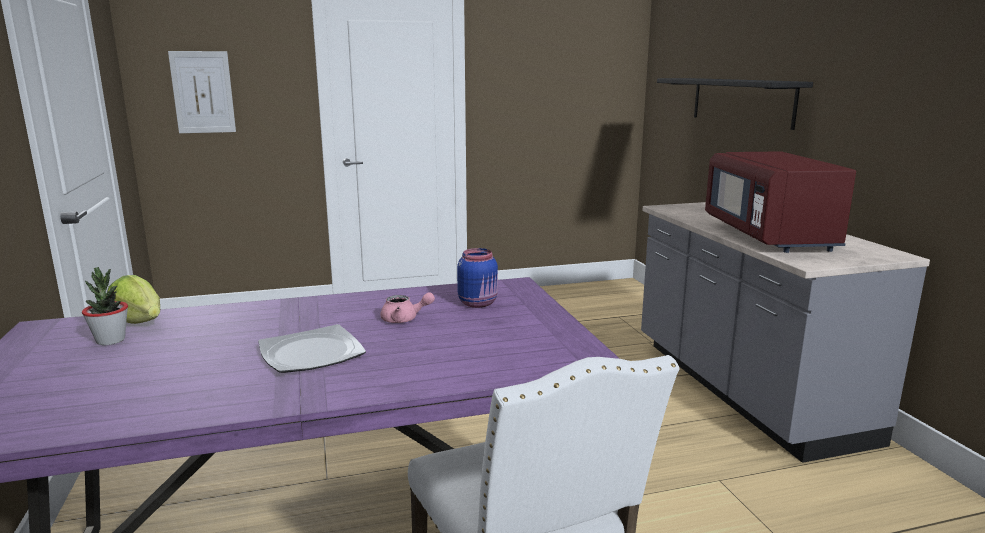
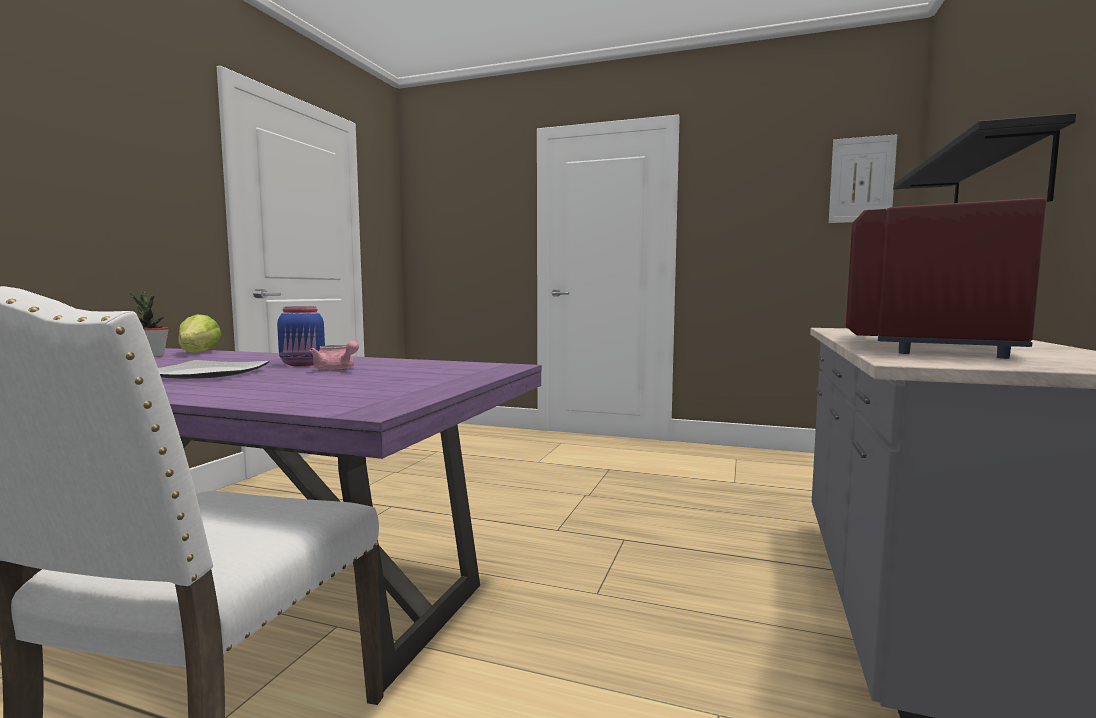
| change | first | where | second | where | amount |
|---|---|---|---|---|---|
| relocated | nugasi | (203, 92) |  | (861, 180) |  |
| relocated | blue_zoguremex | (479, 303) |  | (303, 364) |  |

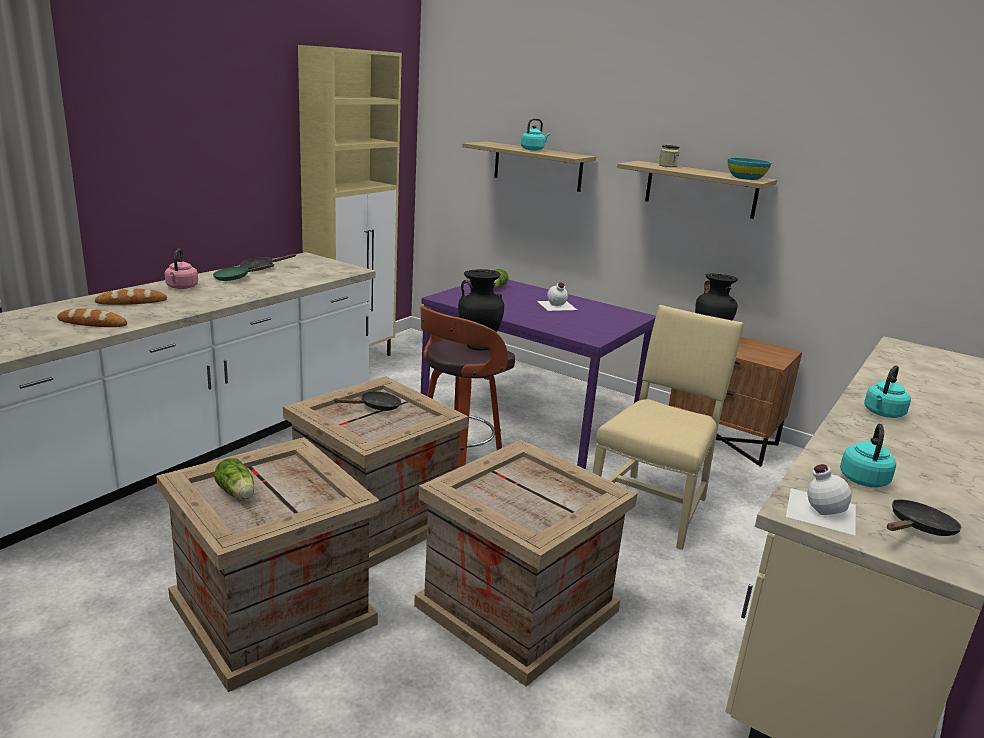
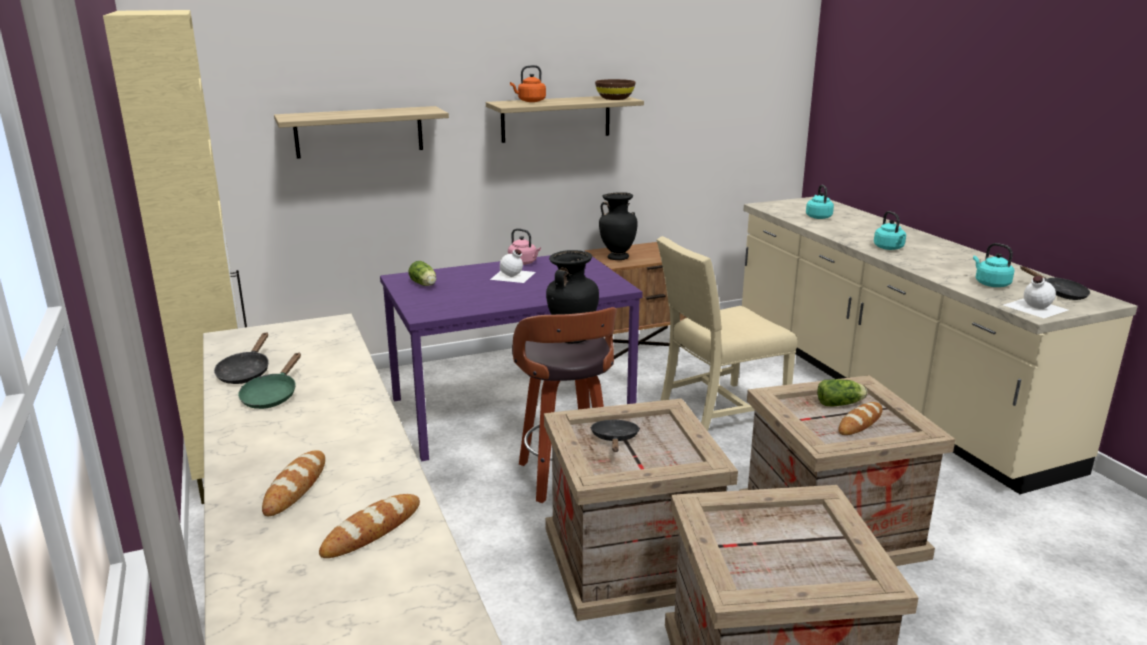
| change | first | where | second | where | amount |
|---|---|---|---|---|---|
| relocated | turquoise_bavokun | (533, 149) |  | (818, 217) |  |
| exchanged | zoguremex | (667, 166) | orange_bavokun | (530, 101) |  |
| colour | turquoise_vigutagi | (746, 178) | brown_vigutagi | (615, 98) |  |
| relocated | pink_bavokun | (181, 287) |  | (524, 263) |  |
| spun | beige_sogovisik | (652, 506) |  | (717, 411) | 90 degrees counterclockwise |
| relocated | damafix | (237, 493) |  | (841, 404) |  |
| spun | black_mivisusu | (918, 528) |  | (1060, 293) | 150 degrees clockwise |
| appeared |  |  | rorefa | (860, 422) |  |

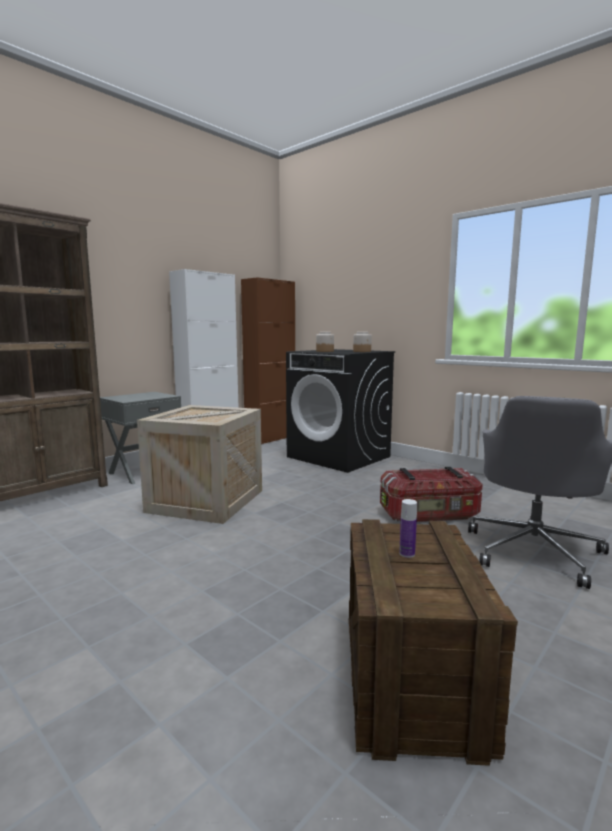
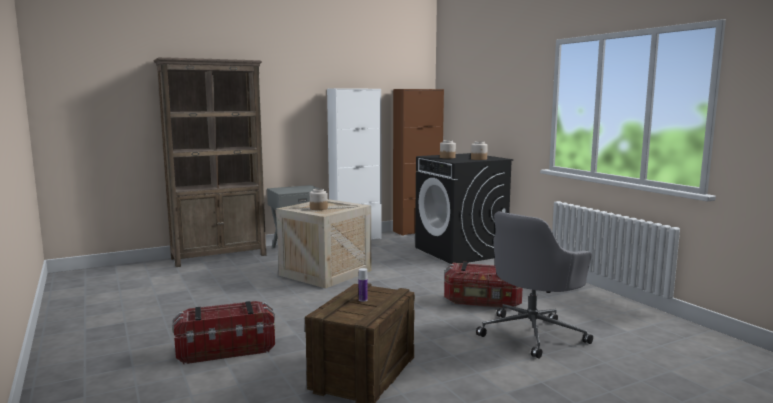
| change | first | where | second | where | amount |
|---|---|---|---|---|---|
| appeared |  |  | zoguremex | (318, 208) |  |
| appeared |  |  | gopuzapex | (225, 349) |  |

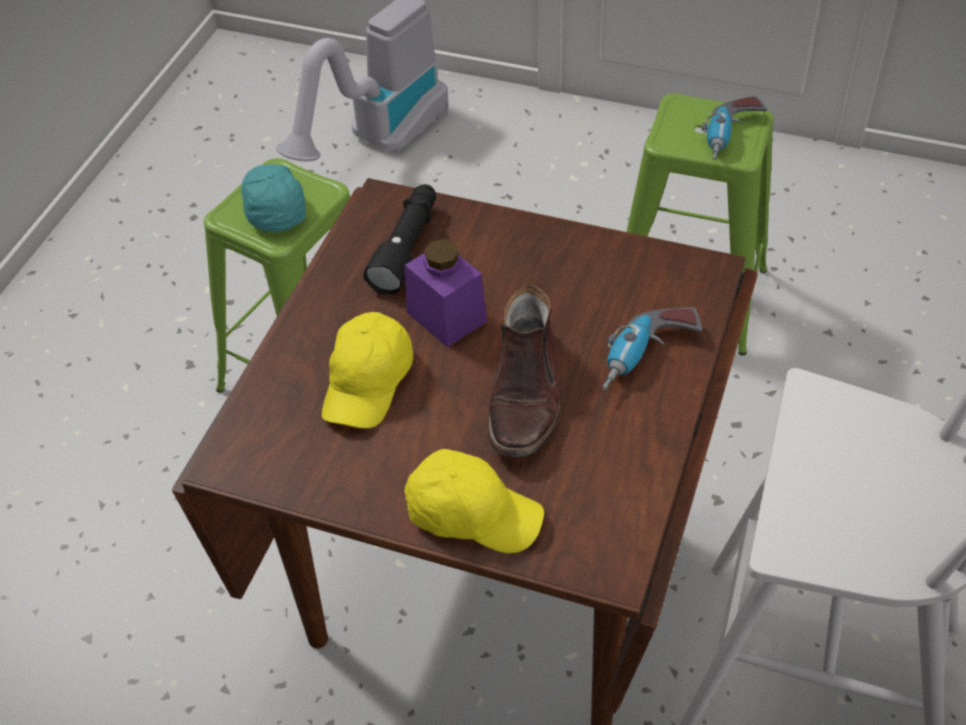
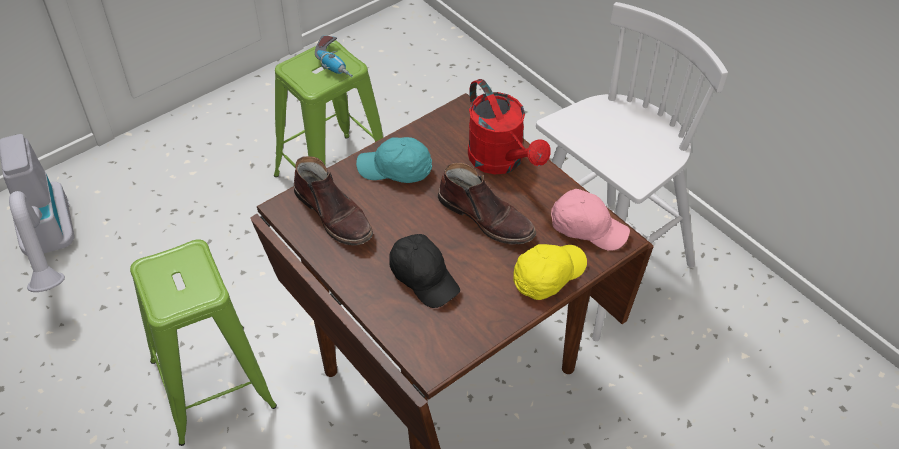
| change | first | where | second | where | amount |
|---|---|---|---|---|---|
| relocated | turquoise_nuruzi | (272, 206) |  | (395, 170) |  |
| exchanged | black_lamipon | (407, 248) | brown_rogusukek | (335, 215) |  |
| missing | purple_zoguremex | (446, 316) |  |  |  |
| exchanged | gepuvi | (646, 359) | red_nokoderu | (502, 161) |  |
| colour | yellow_nuruzi | (369, 383) | black_nuruzi | (424, 277) |  |
| appeared |  |  | pink_nuruzi | (587, 228) |  |

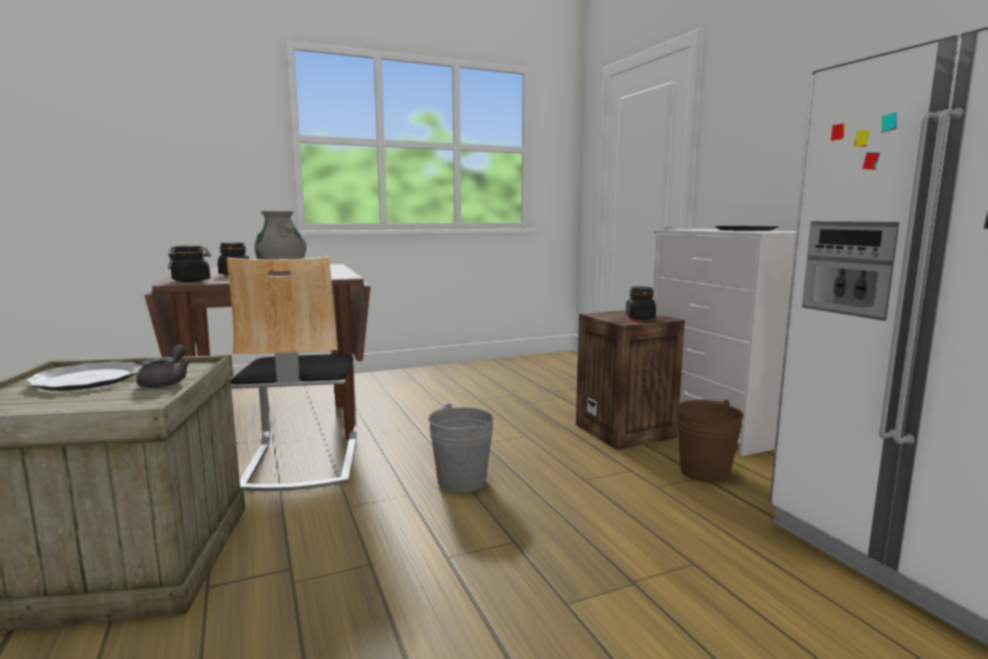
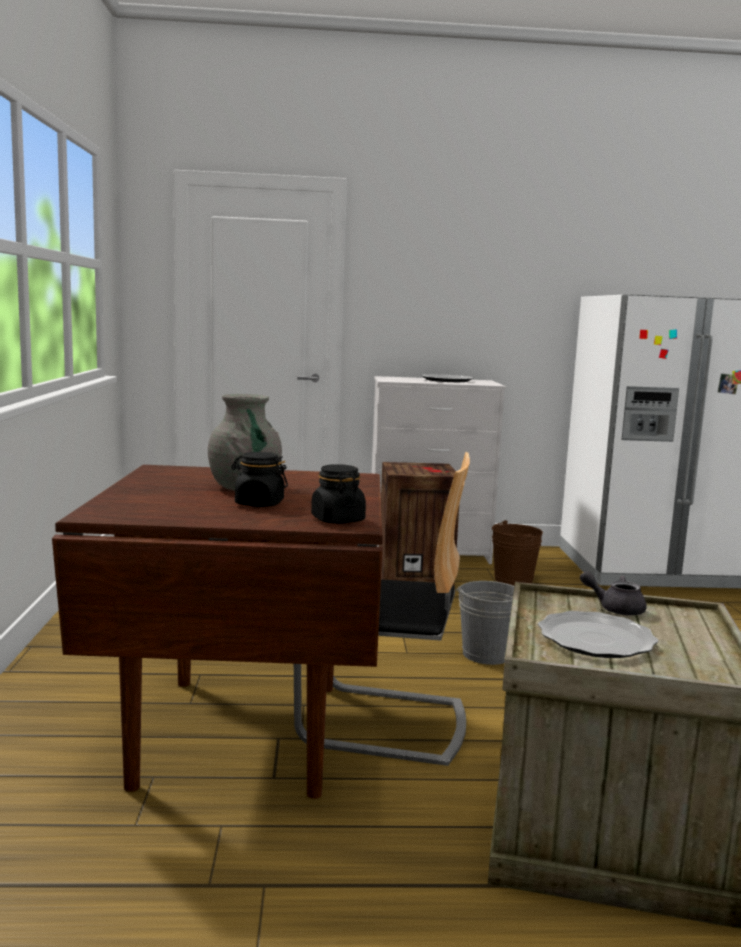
| change | first | where | second | where | amount |
|---|---|---|---|---|---|
| missing | black_zoguremex | (640, 317) |  |  |  |

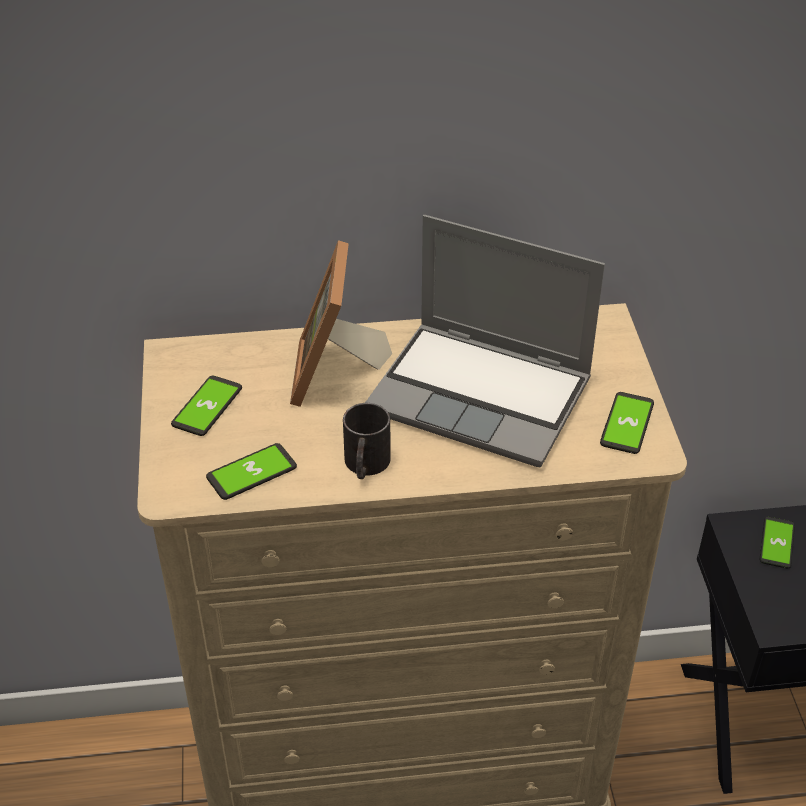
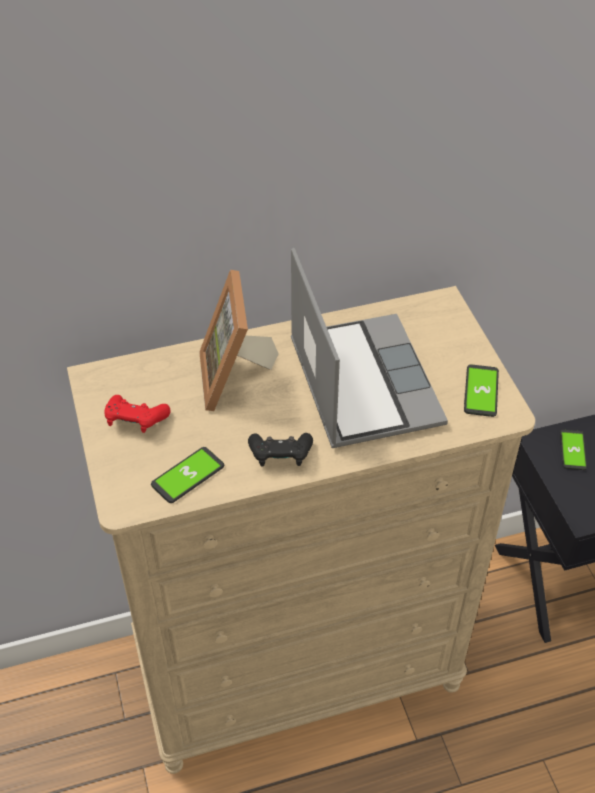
| change | first | where | second | where | amount |
|---|---|---|---|---|---|
| spun | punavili | (483, 395) |  | (361, 381) | 120 degrees counterclockwise |
| exchanged | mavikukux | (207, 407) | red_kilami | (136, 421) |  |
| exchanged | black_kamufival | (365, 466) | black_kilami | (280, 456) |  |

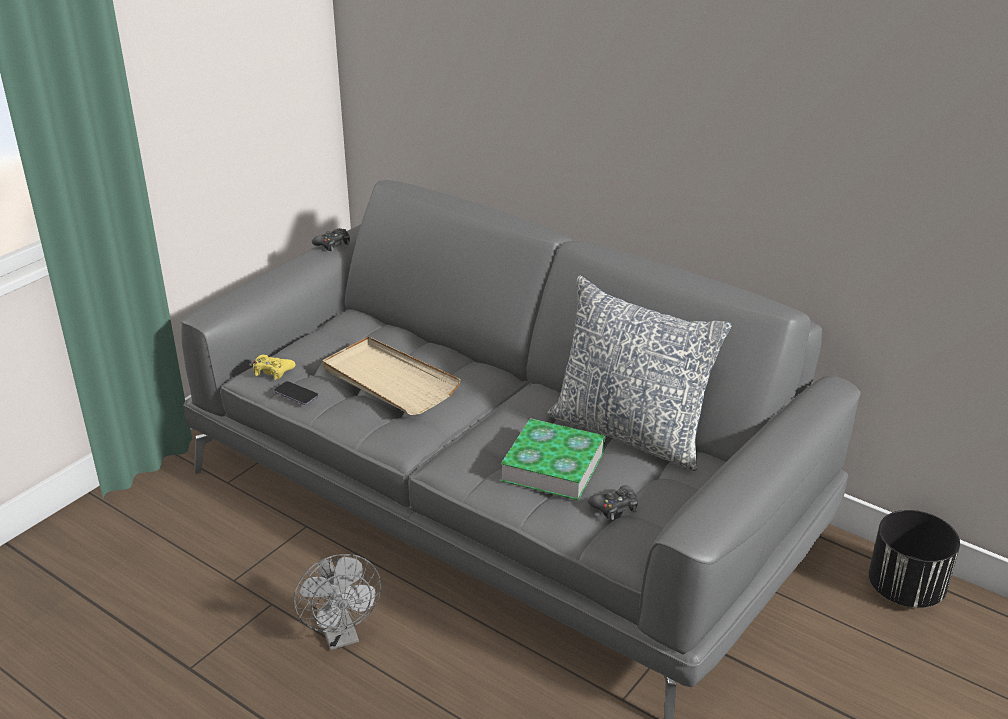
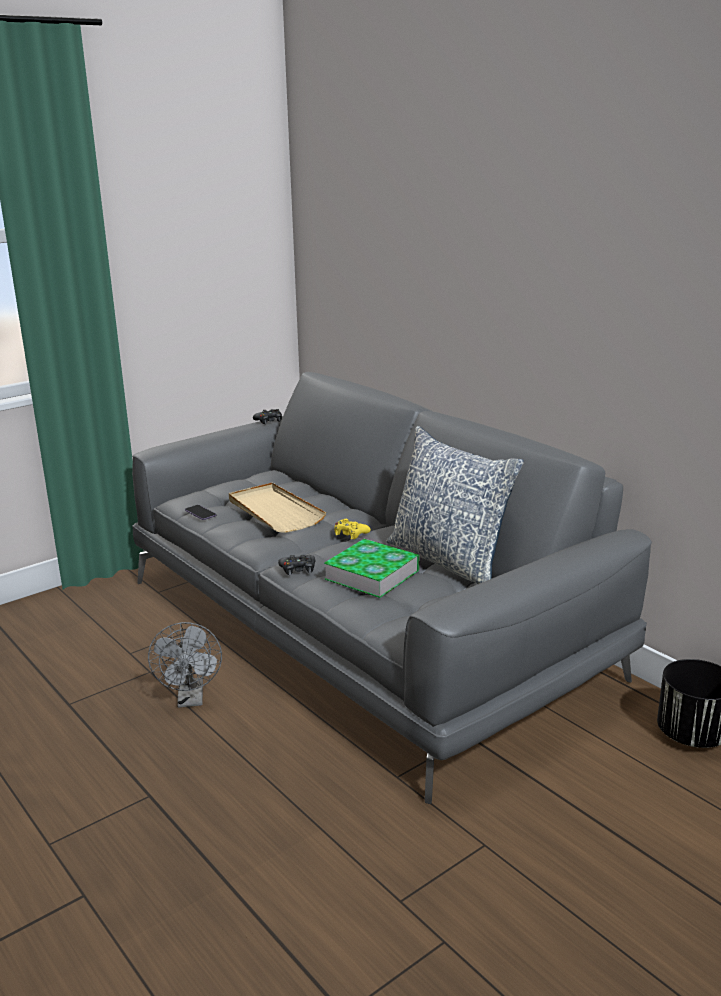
| change | first | where | second | where | amount |
|---|---|---|---|---|---|
| relocated | yellow_kilami | (272, 371) |  | (350, 533) |  |
| relocated | black_kilami | (614, 507) |  | (298, 569) |  |

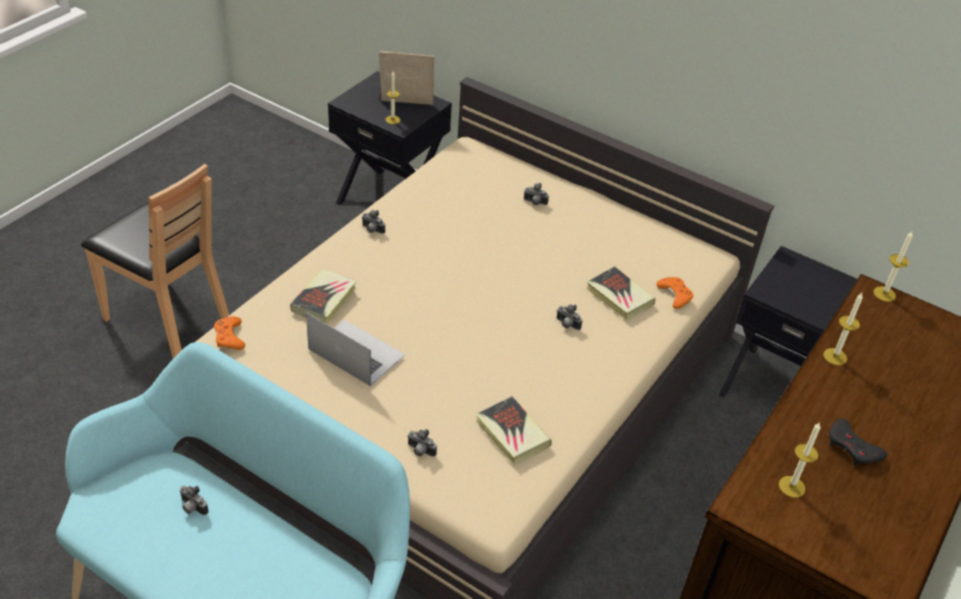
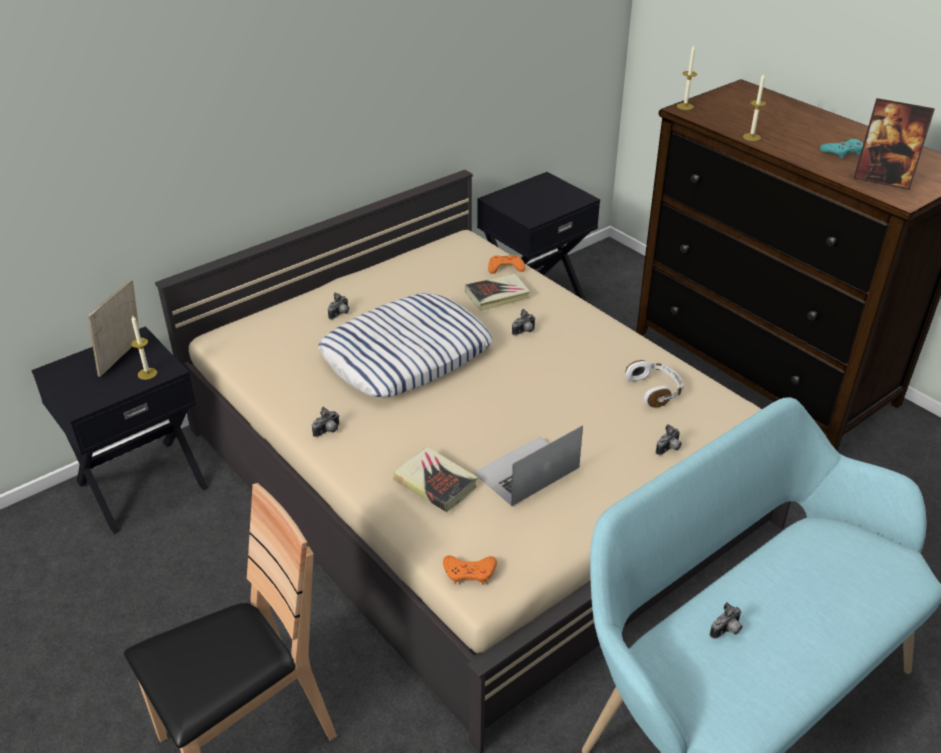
| change | first | where | second | where | amount |
|---|---|---|---|---|---|
| exchanged | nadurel | (512, 434) | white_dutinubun | (655, 390) |  |
| colour | black_kilami | (852, 447) | turquoise_kilami | (843, 152) |  |
| exchanged | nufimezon | (791, 486) | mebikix | (883, 179) |  |
| appeared |  |  | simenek | (406, 354) |  |

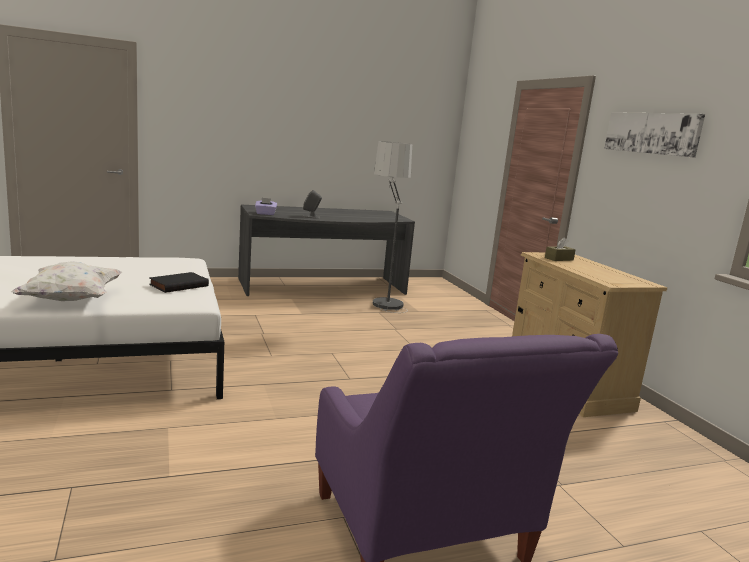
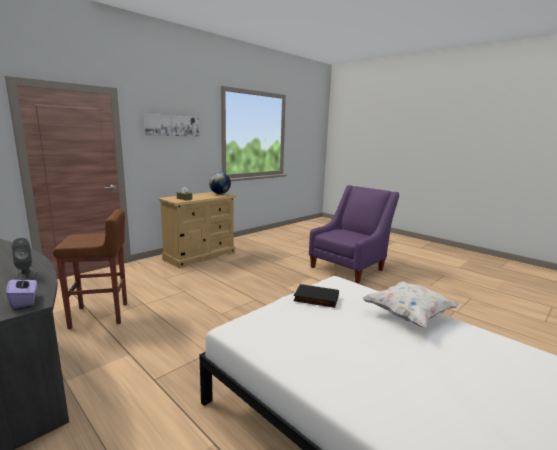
| change | first | where | second | where | amount |
|---|---|---|---|---|---|
| exchanged | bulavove | (384, 313) | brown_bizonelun | (100, 315) |  |
| appeared |  |  | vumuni | (220, 193) |  |

